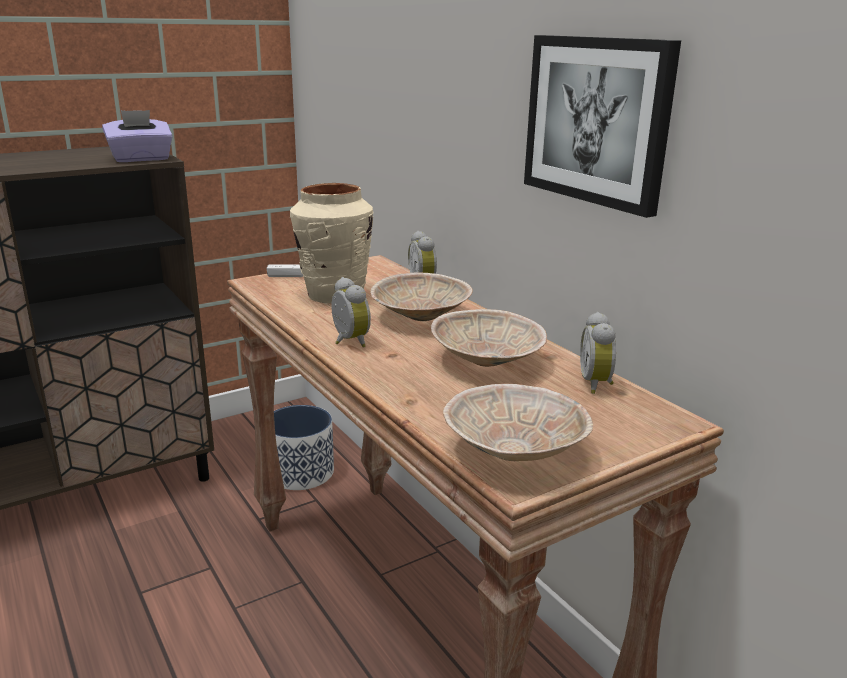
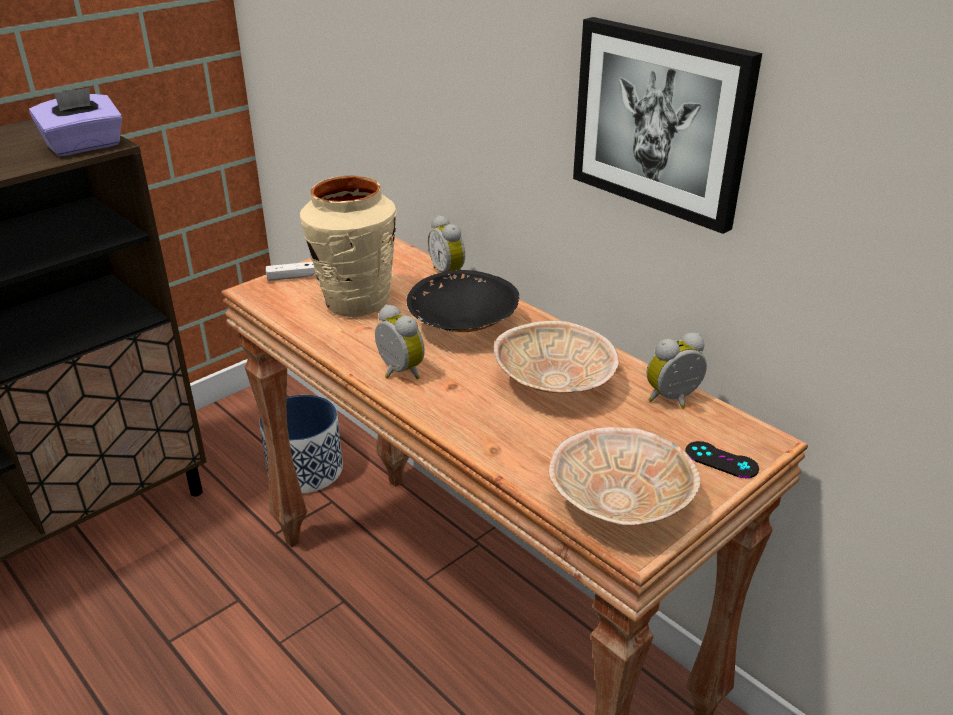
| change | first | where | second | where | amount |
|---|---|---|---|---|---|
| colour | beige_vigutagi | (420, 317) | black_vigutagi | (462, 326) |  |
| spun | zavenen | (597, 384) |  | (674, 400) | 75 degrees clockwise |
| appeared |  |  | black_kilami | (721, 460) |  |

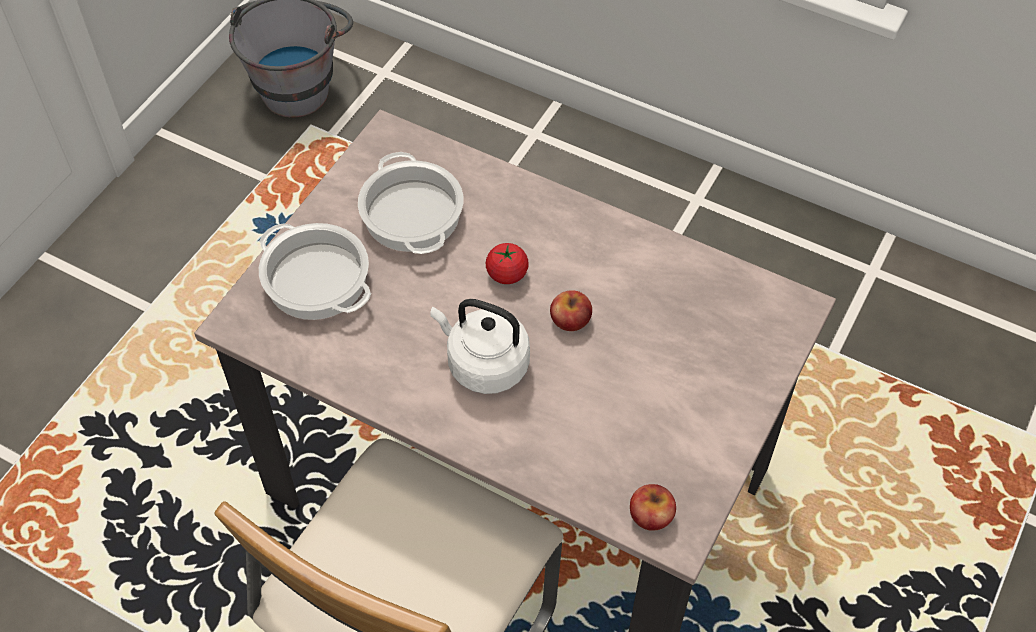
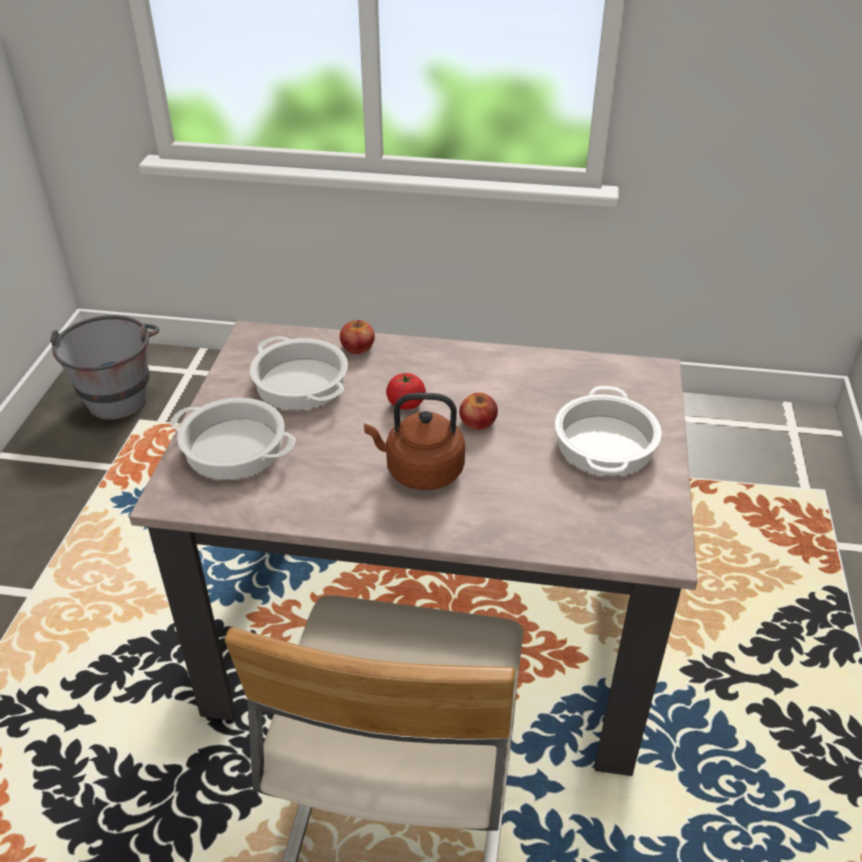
| change | first | where | second | where | amount |
|---|---|---|---|---|---|
| colour | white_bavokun | (484, 364) | brown_bavokun | (420, 471) |  |
| relocated | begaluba | (651, 514) |  | (357, 347) |  |
| appeared |  |  | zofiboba | (606, 444) |  |

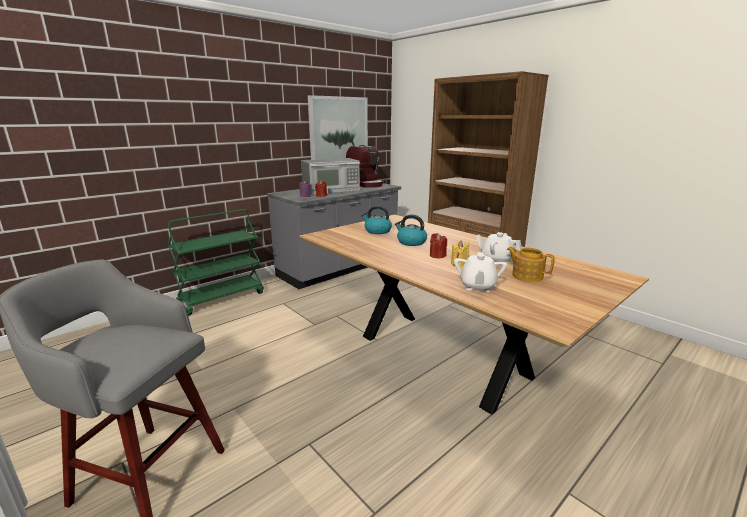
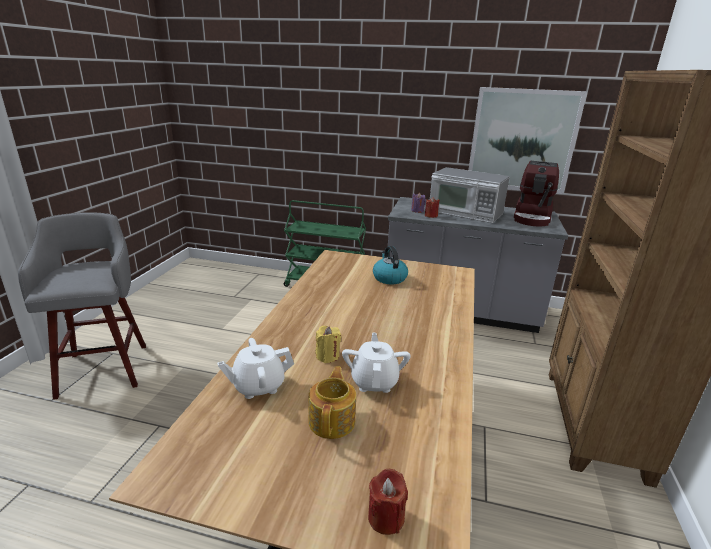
| change | first | where | second | where | amount |
|---|---|---|---|---|---|
| missing | bavokun | (411, 242) |  |  |  |
| relocated | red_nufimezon | (437, 255) |  | (386, 517) |  |

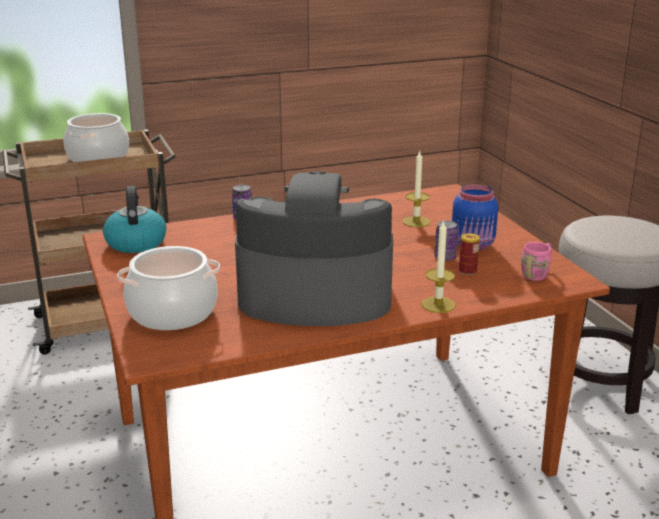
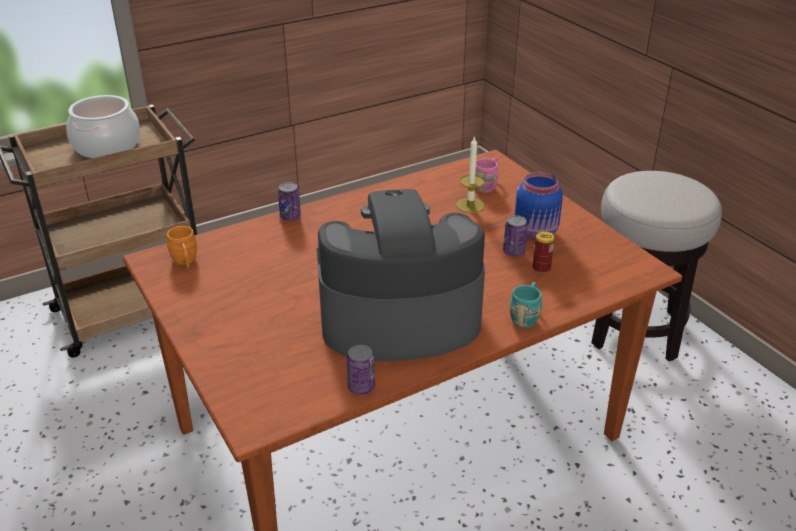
| change | first | where | second | where | amount |
|---|---|---|---|---|---|
| exchanged | bavokun | (135, 242) | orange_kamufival | (185, 262) |  |
| exchanged | nufimezon | (438, 304) | turquoise_kamufival | (526, 316) |  |
| relocated | pink_kamufival | (537, 273) |  | (487, 185) |  |
| missing | zofiboba | (173, 312) |  |  |  |
| appeared |  |  | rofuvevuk | (361, 387) |  |

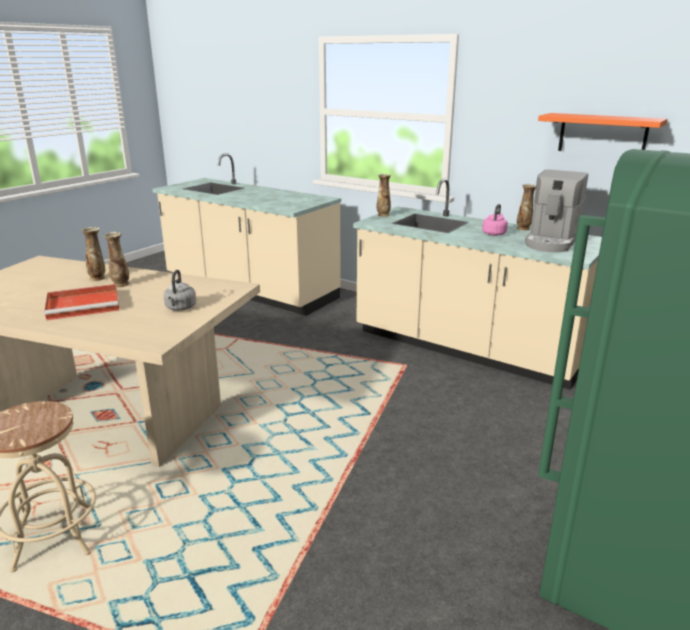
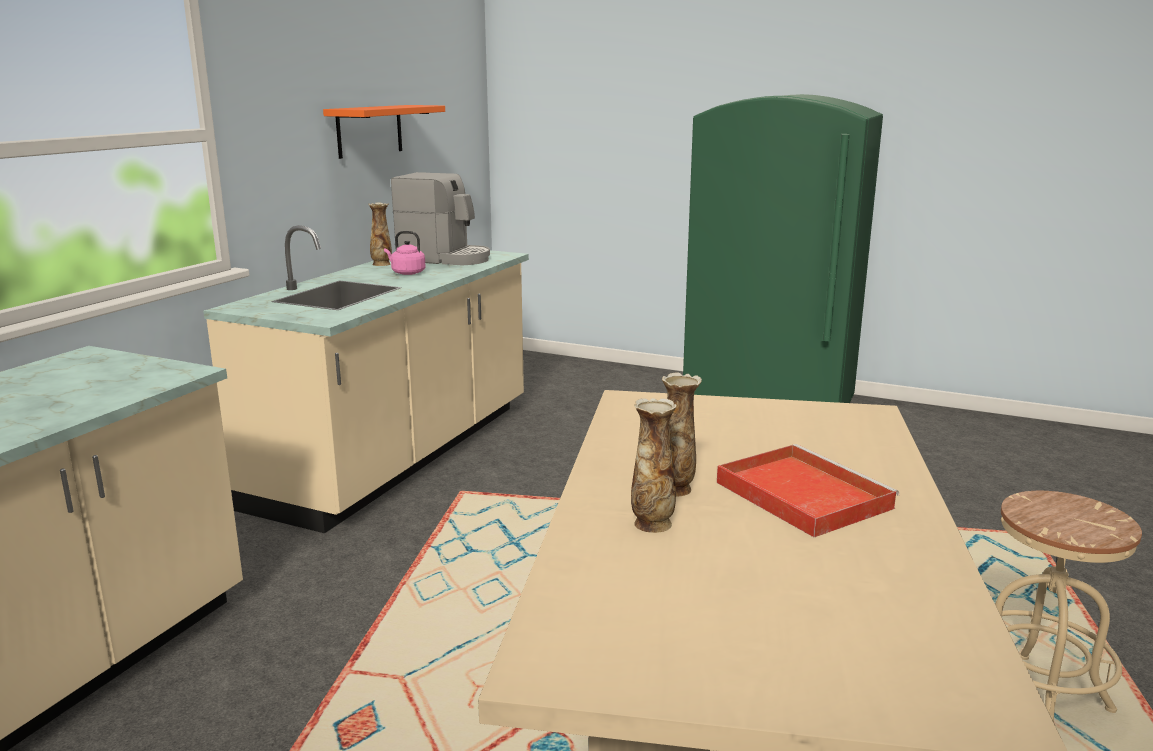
| change | first | where | second | where | amount |
|---|---|---|---|---|---|
| missing | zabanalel | (383, 215) |  |  |  |
| missing | grey_bavokun | (180, 308) |  |  |  |

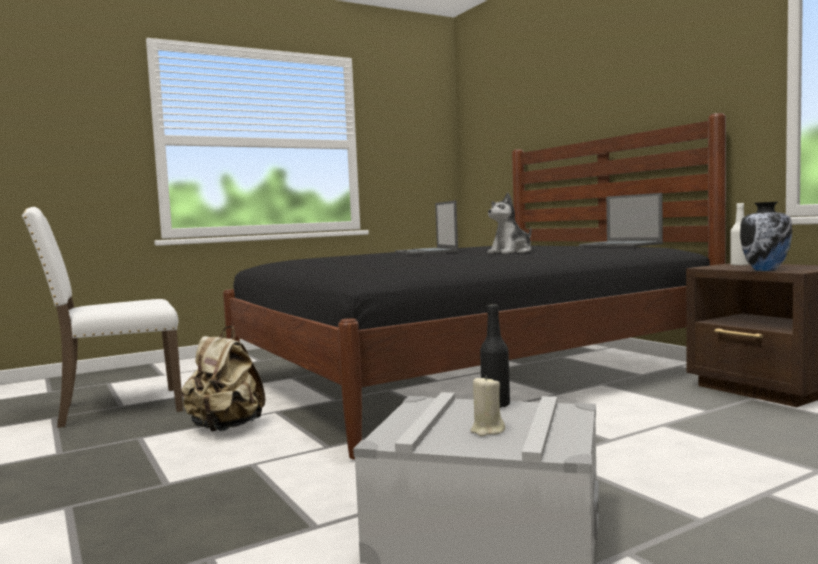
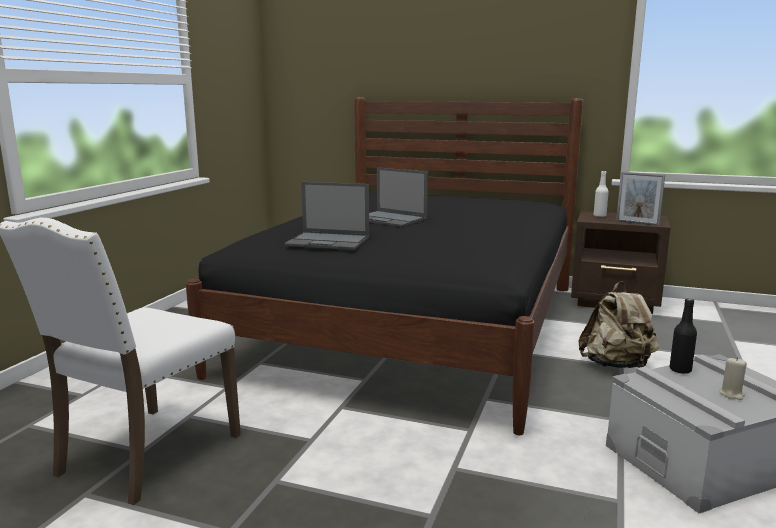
| change | first | where | second | where | amount |
|---|---|---|---|---|---|
| missing | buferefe | (511, 252) |  |  |  |
| relocated | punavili | (621, 245) |  | (329, 241) |  |
| exchanged | zabanalel | (766, 270) | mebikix | (637, 223) |  |
| relocated | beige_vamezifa | (225, 428) |  | (616, 365) |  |

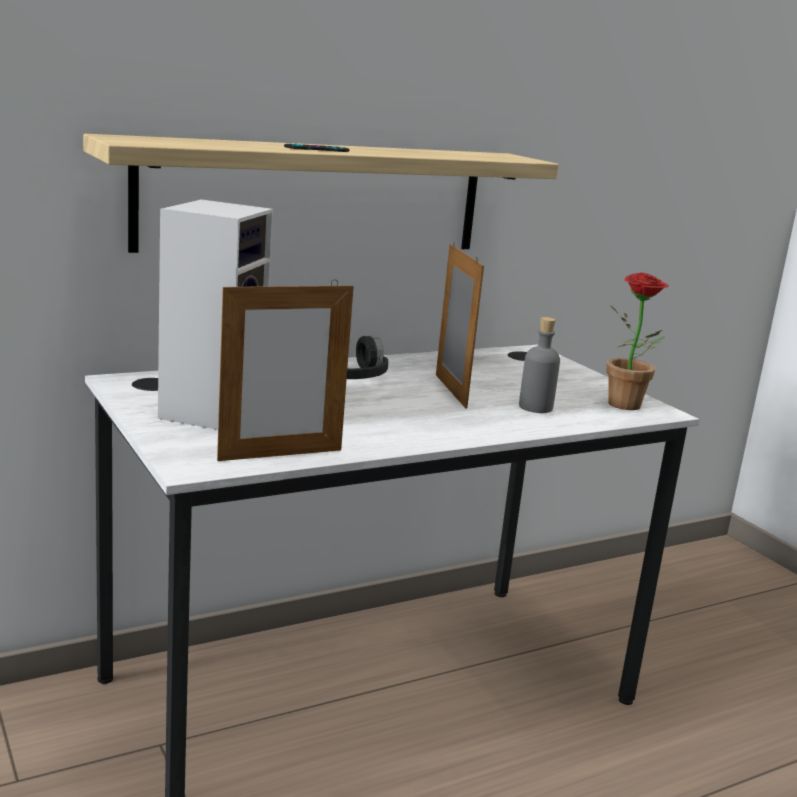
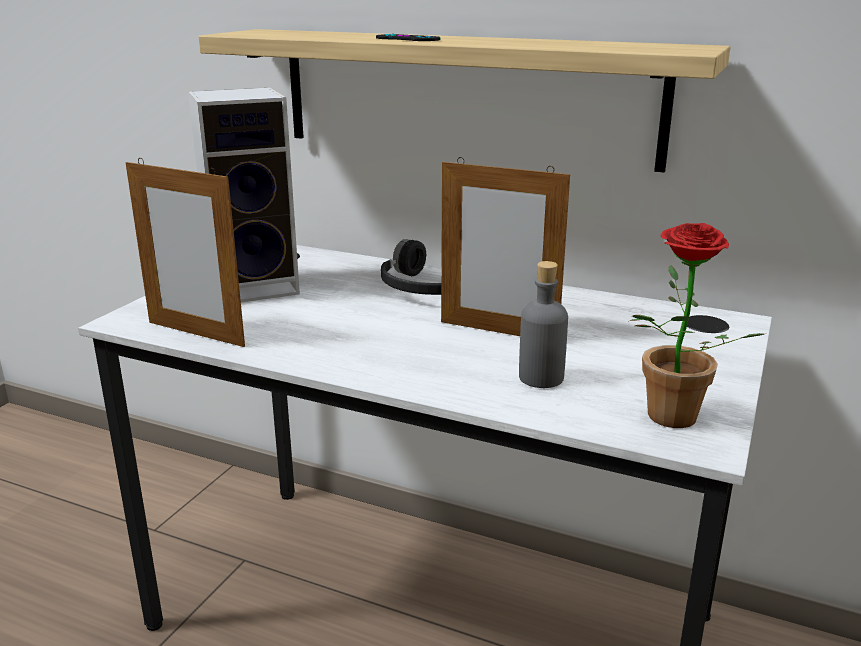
| change | first | where | second | where | amount |
|---|---|---|---|---|---|
| spun | mebikix | (450, 390) |  | (498, 331) | 75 degrees clockwise |

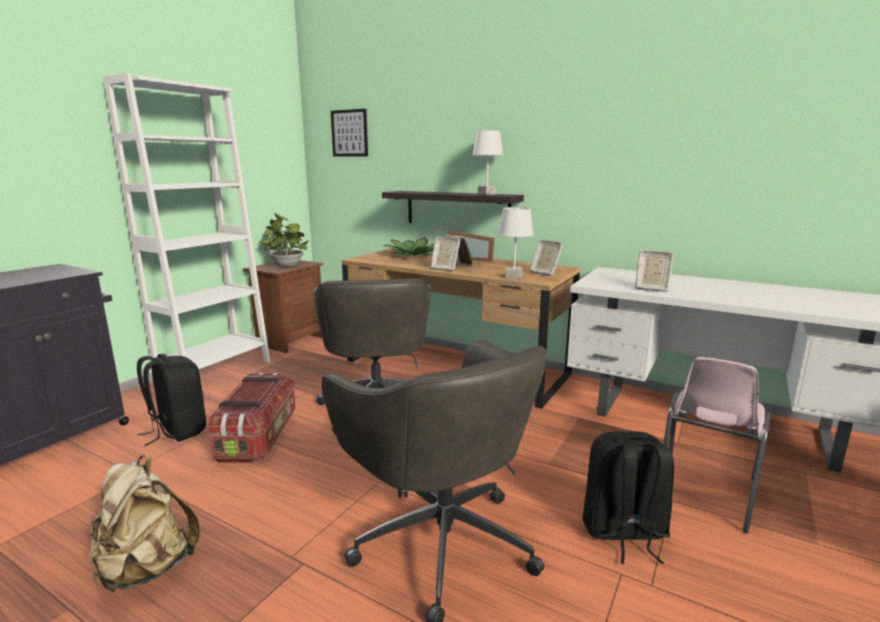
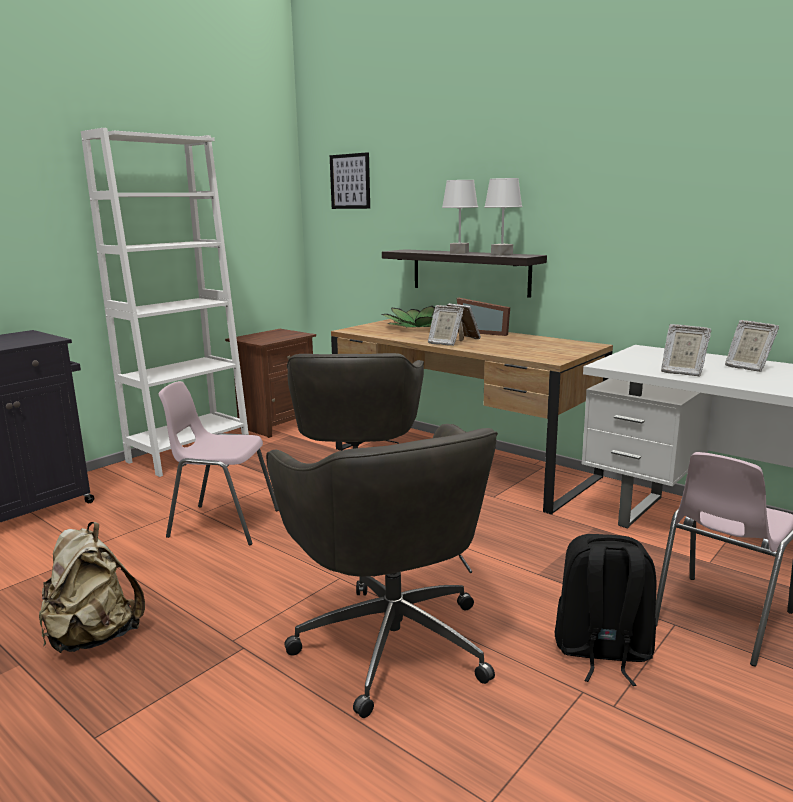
| change | first | where | second | where | amount |
|---|---|---|---|---|---|
| relocated | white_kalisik | (513, 277) |  | (459, 252) |  |
| missing | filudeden | (286, 265) |  |  |  |
| relocated | mebikix | (544, 273) |  | (747, 367) |  |
| missing | black_vamezifa | (177, 430) |  |  |  |
| exchanged | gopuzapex | (259, 436) | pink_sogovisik | (223, 523) |  |

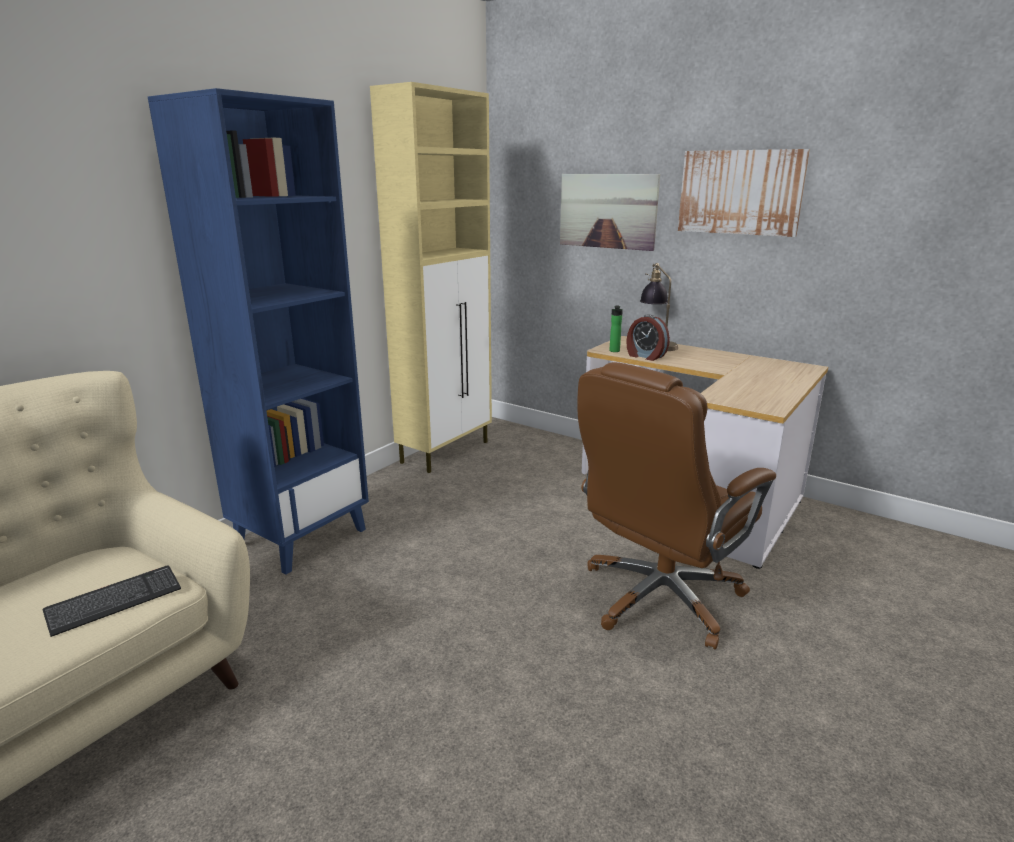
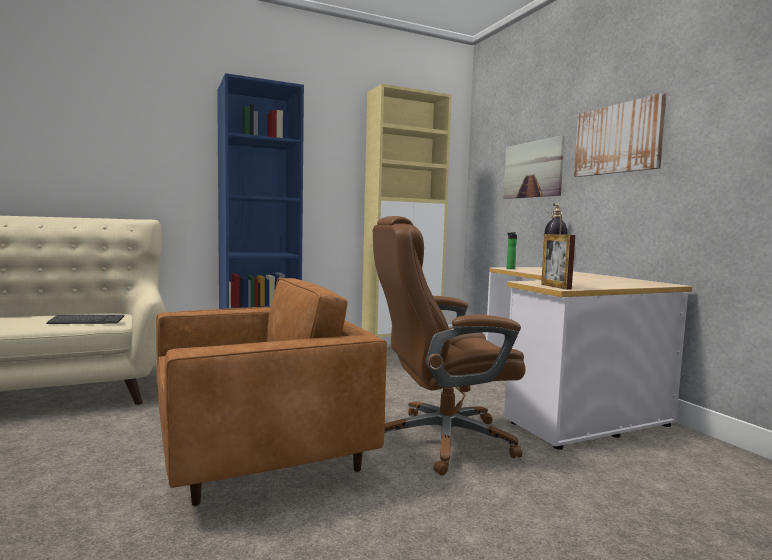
| change | first | where | second | where | amount |
|---|---|---|---|---|---|
| missing | zavenen | (645, 356) |  |  |  |
| appeared |  |  | mebikix | (555, 286) |  |
| appeared |  |  | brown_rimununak | (260, 458) |  |

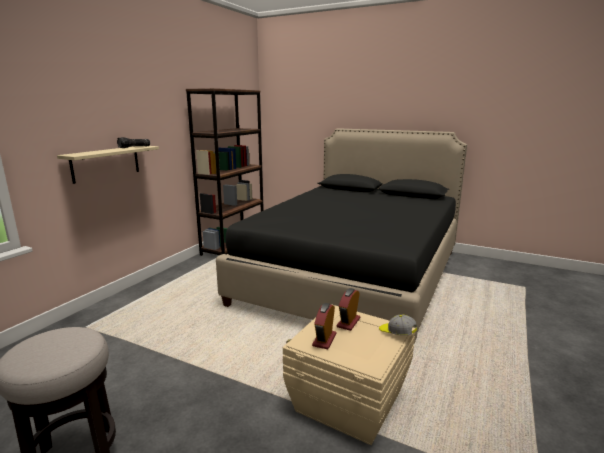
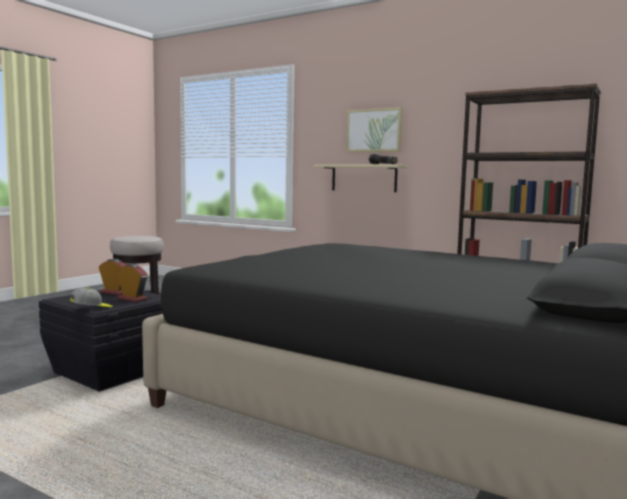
| change | first | where | second | where | amount |
|---|---|---|---|---|---|
| colour | beige_gopuzapex | (347, 401) | black_gopuzapex | (112, 370) |  |
| appeared |  |  | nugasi | (374, 130) |  |

